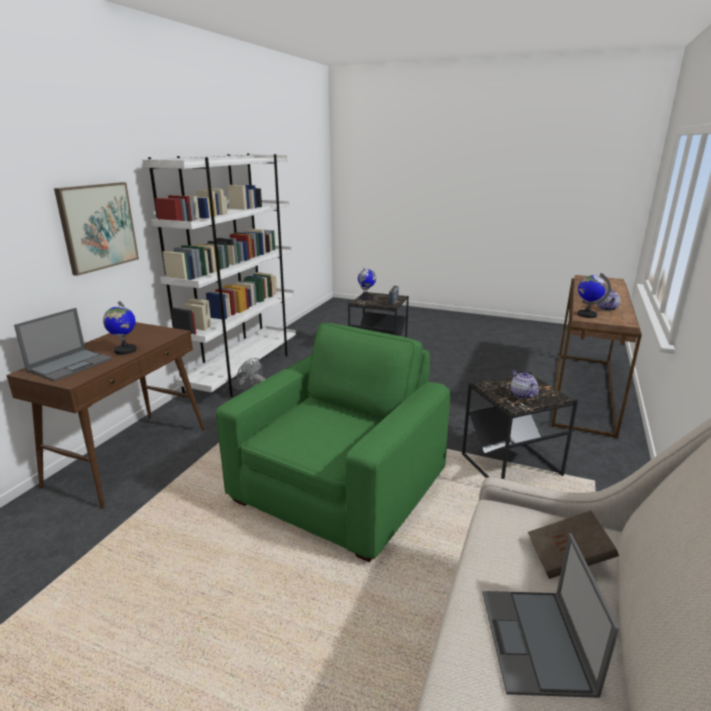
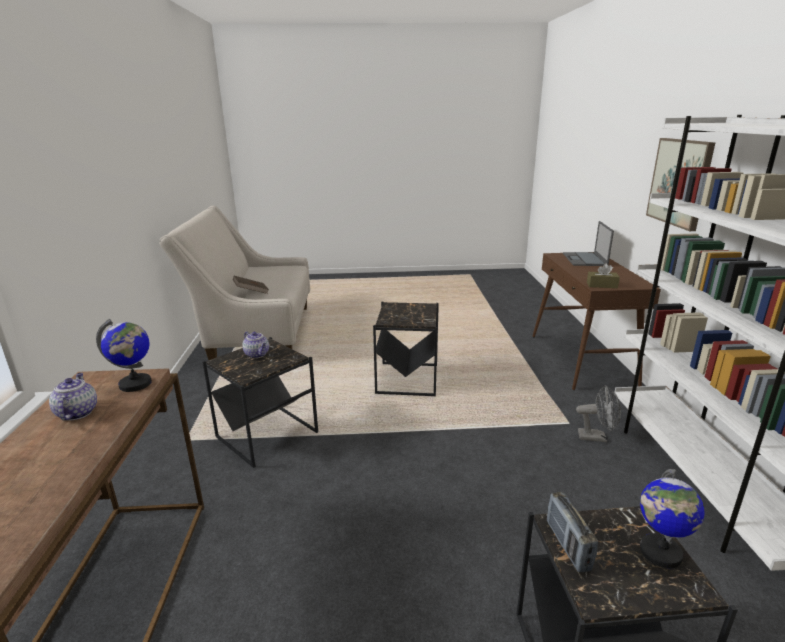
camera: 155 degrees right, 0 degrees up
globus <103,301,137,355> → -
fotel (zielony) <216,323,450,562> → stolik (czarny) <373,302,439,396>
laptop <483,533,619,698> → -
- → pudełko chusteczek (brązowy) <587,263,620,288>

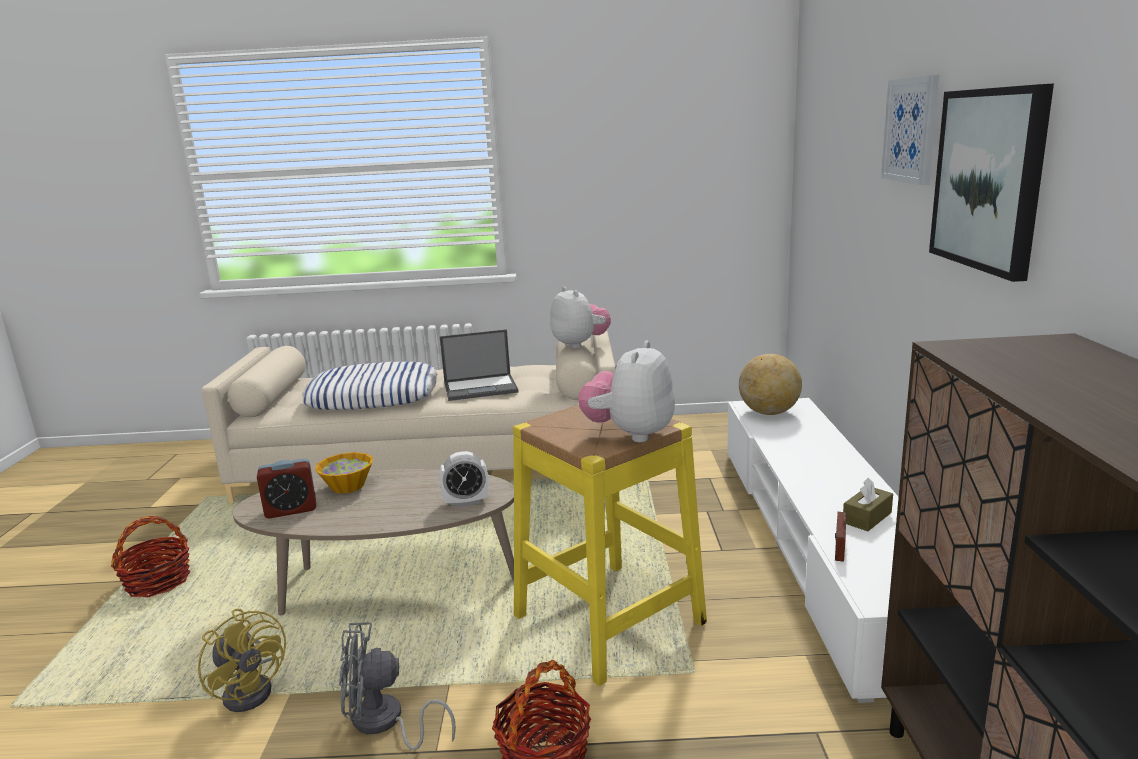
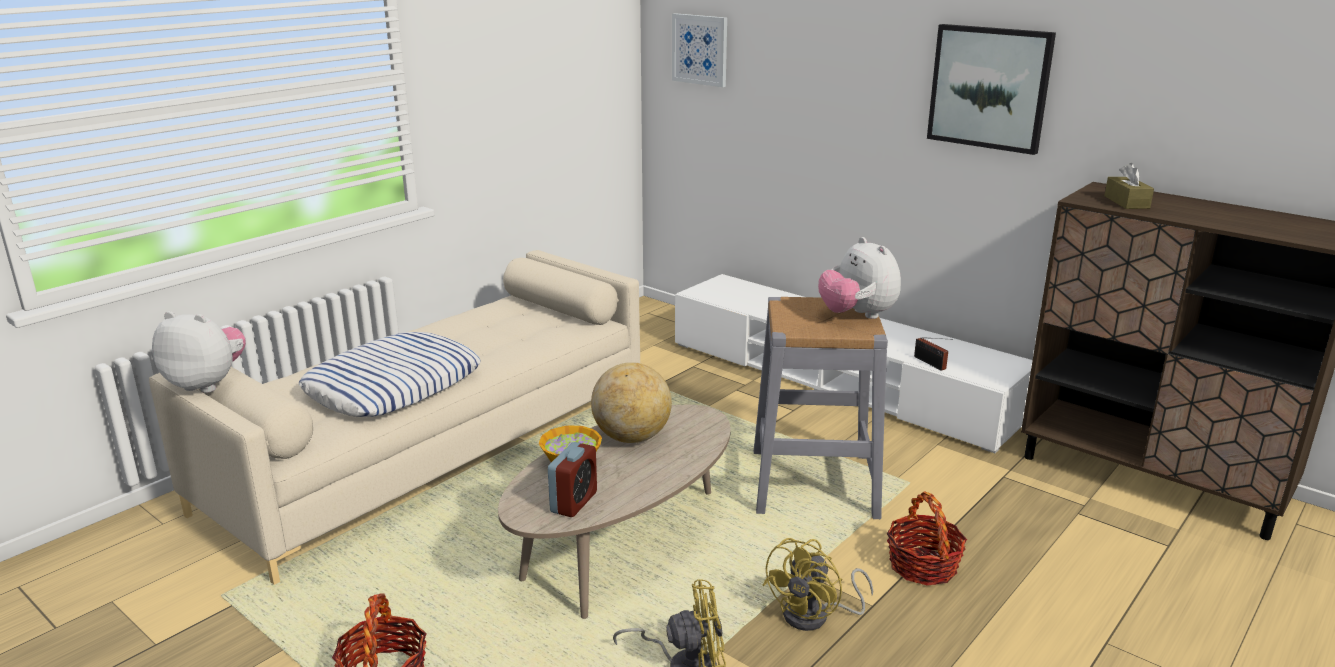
camera: 50 degrees left, 5 degrees up
wentylator (szary) <339,622,456,751> → wentylator (żółty) <762,538,873,631>
budzik <439,451,489,508> → -
laptop <440,329,518,401> → -
stołek (żółty) <513,405,707,686> → stołek (szary) <754,297,888,519>
pluszak <550,287,611,349> → pluszak <152,311,246,393>, moved
globus <739,354,802,415> → globus <591,362,672,443>, moved
pudełko chusteczek (brązowy) <843,477,893,531> → pudełko chusteczek (brązowy) <1104,163,1154,209>, moved
obraz <881,75,940,185> → obraz <672,13,727,87>, moved

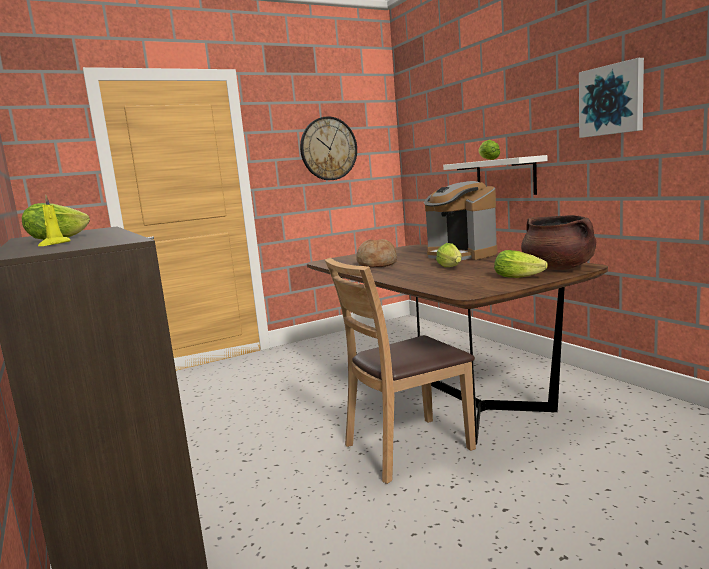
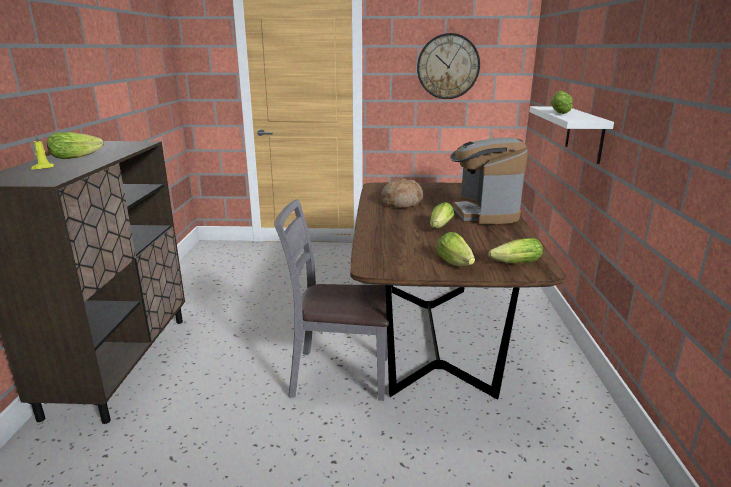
camera: 30 degrees right, 10 degrees up
krzesło (brązowy) <325,257,476,484> → krzesło (szary) <274,199,392,401>
garnek (brązowy) <521,215,596,270> → sałata <488,238,543,263>
obraz <579,58,644,138> → -

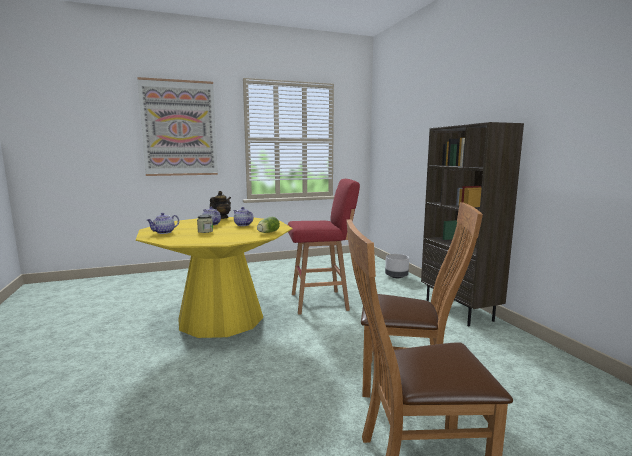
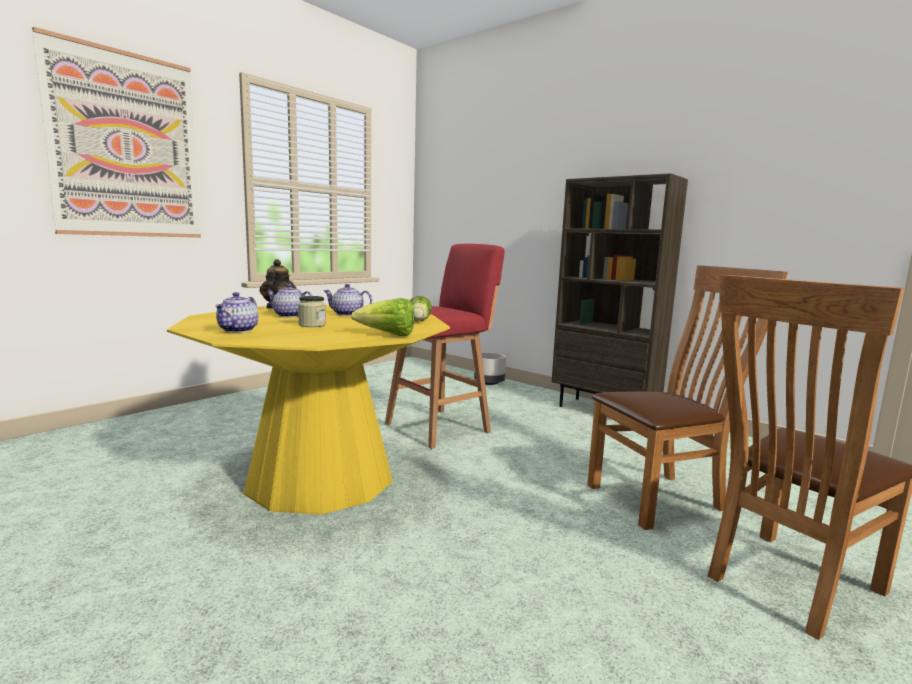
camera: 30 degrees left, 0 degrees up
- → sałata <351,298,414,336>

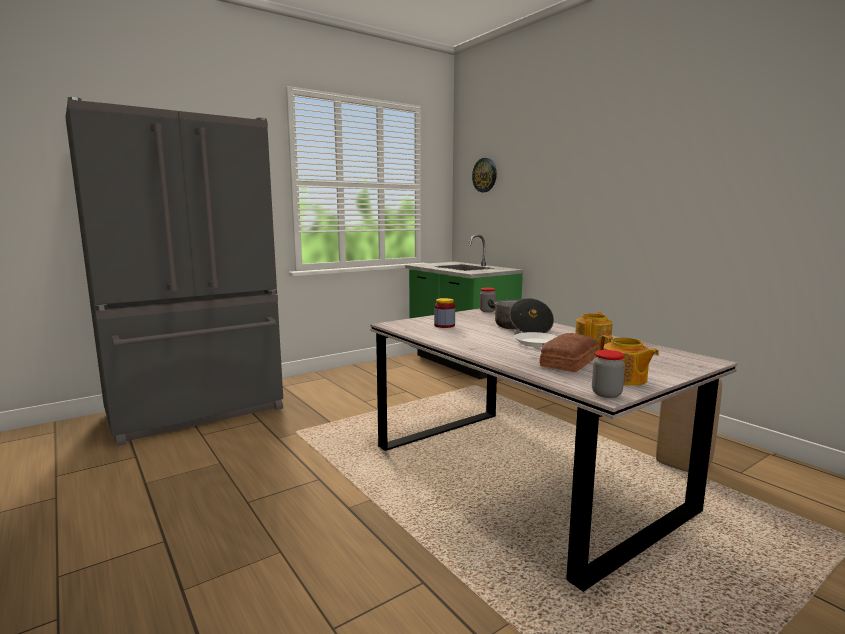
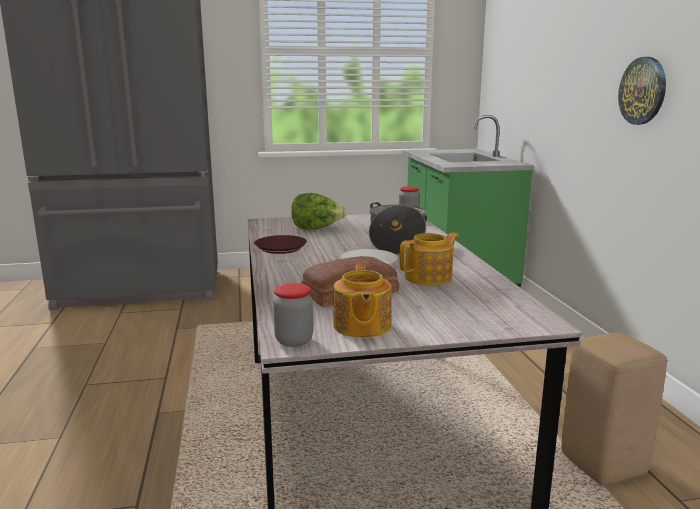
camera: 25 degrees right, 5 degrees up
słoik <434,298,455,328> → sałata <291,193,347,230>
zegar ścienny <472,158,497,192> → zegar ścienny <618,57,666,125>, moved
- → talerz (brązowy) <254,235,307,254>

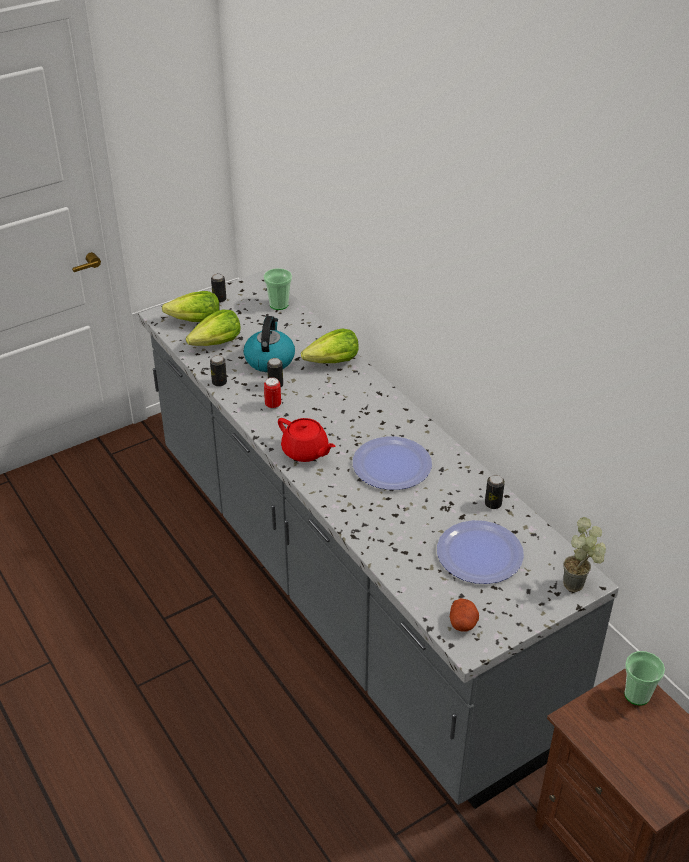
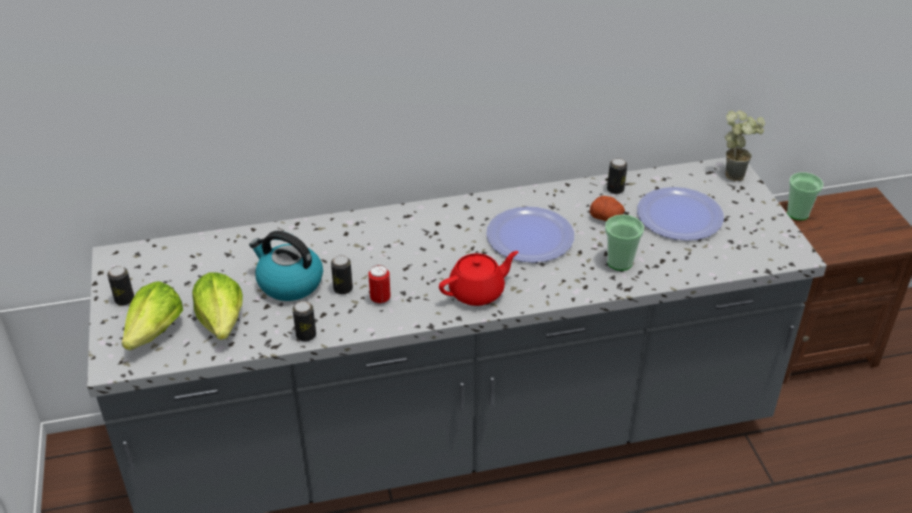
camera: 70 degrees left, 0 degrees up
filiżanka <264,268,292,310> → filiżanka <605,215,644,271>, moved
sałata <301,328,359,363> → -
ziemniak <450,598,479,631> → ziemniak <590,196,625,221>, moved

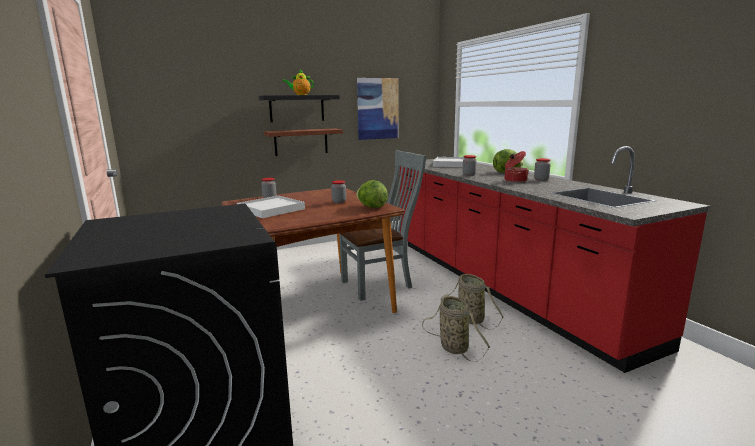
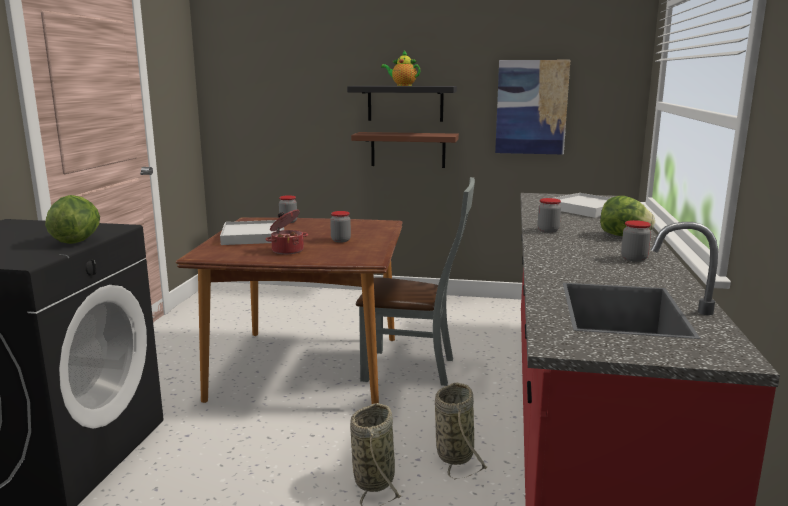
camera: 35 degrees right, 0 degrees up
sałata <356,180,388,208> → sałata <45,195,100,244>, moved
garnek <505,151,529,183> → garnek <266,210,308,254>, moved

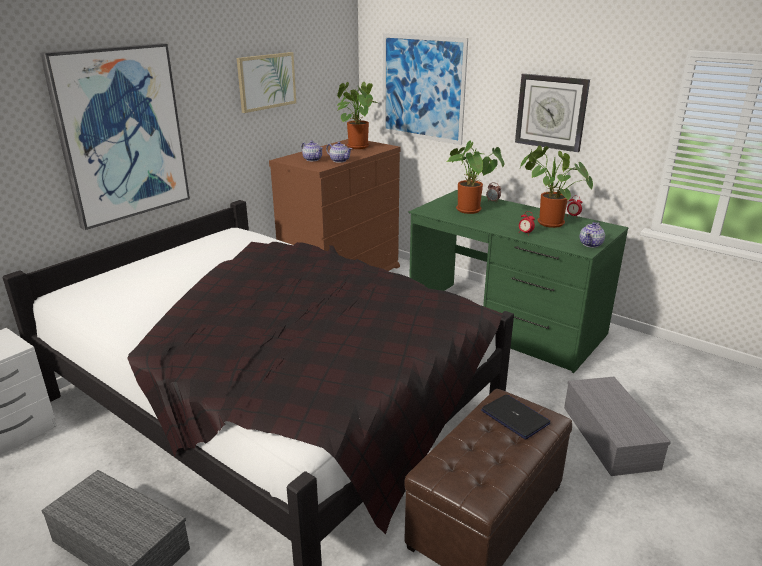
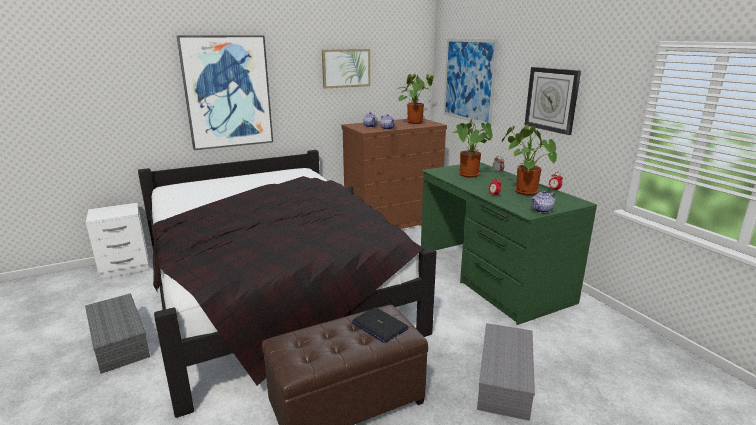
camera: 25 degrees right, 5 degrees down
laptop <481,394,550,439> → laptop <352,307,409,343>, 150 degrees clockwise

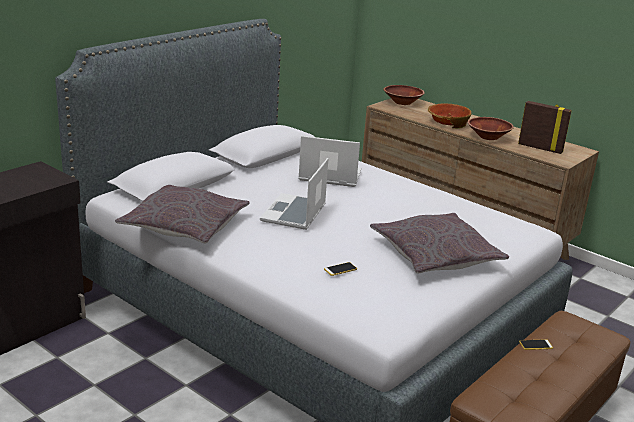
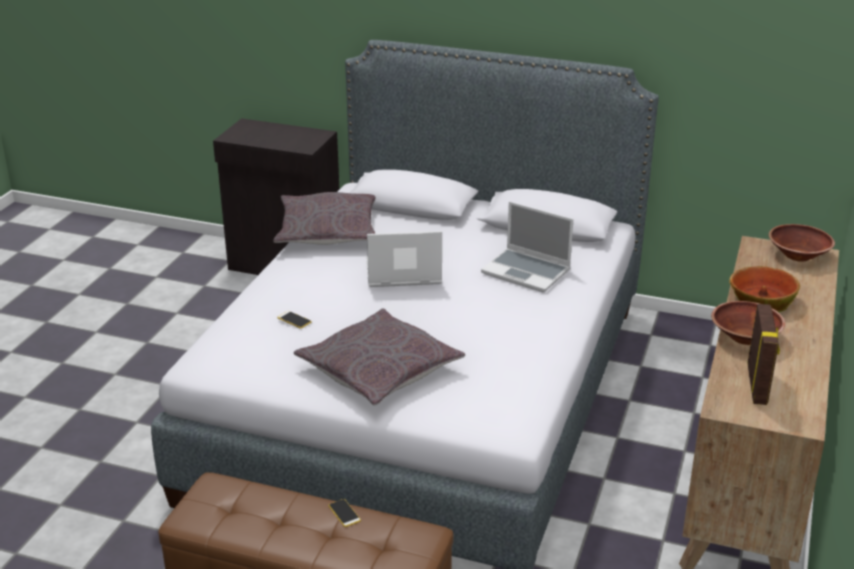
camera: 70 degrees right, 5 degrees up
laptop <298,136,361,187> → laptop <481,202,573,292>, 135 degrees clockwise

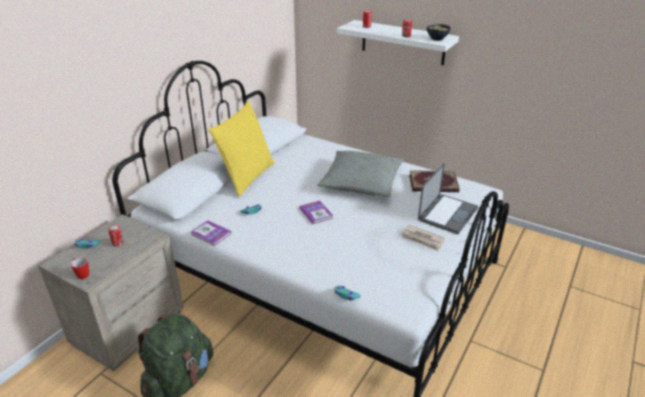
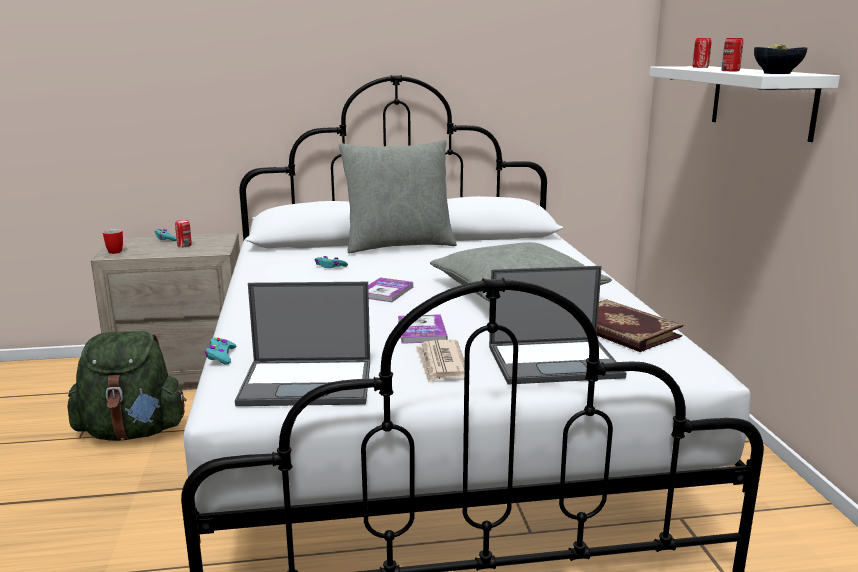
camera: 50 degrees right, 15 degrees down
książka <191,220,231,246> → książka <398,314,448,344>, moved
poduszka (żółty) <209,101,275,197> → poduszka (szary) <339,139,457,253>
- → laptop <235,282,370,406>

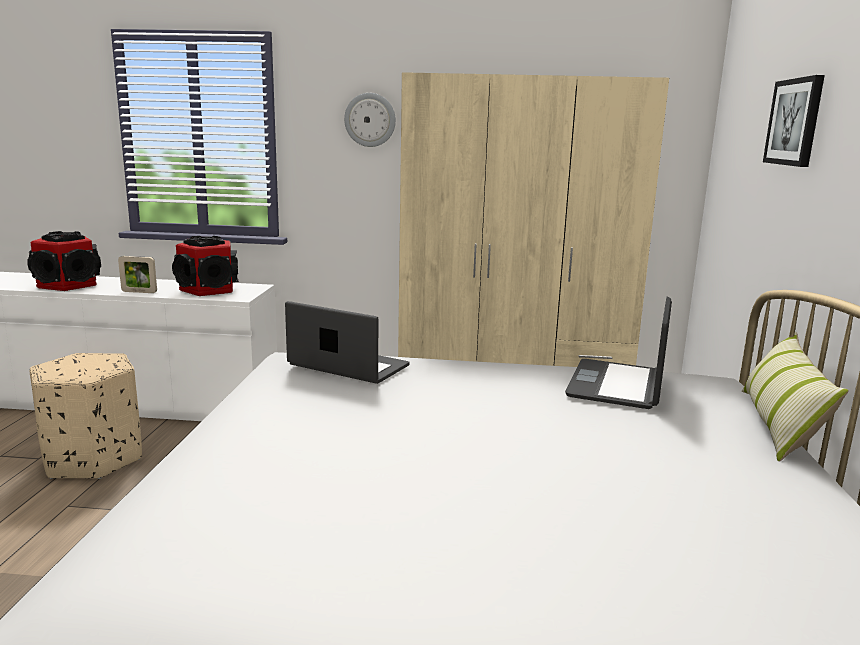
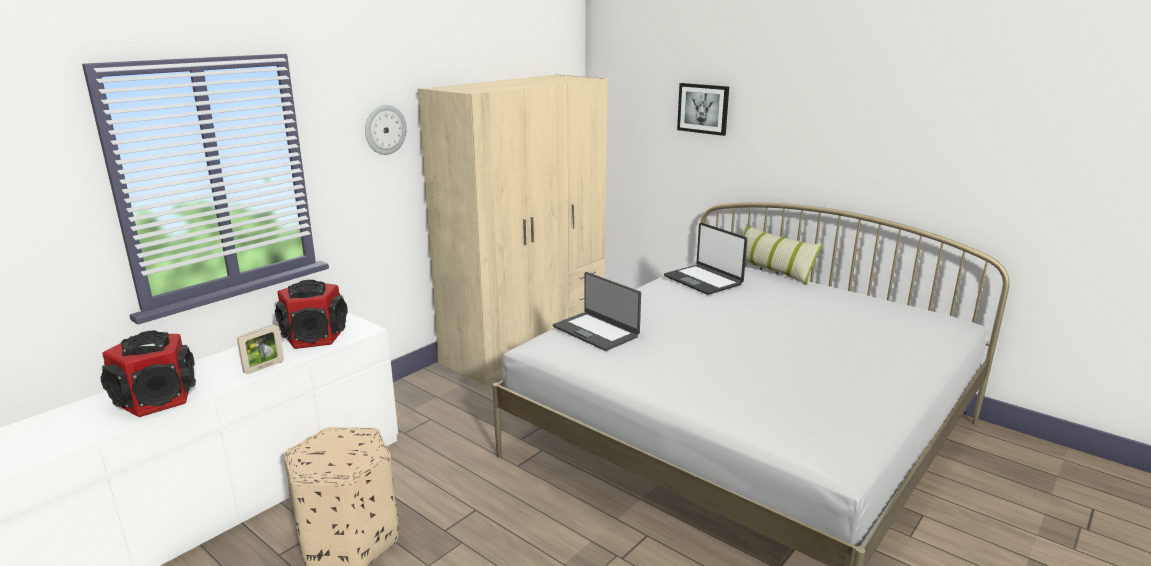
camera: 55 degrees left, 5 degrees up
laptop <285,301,410,384> → laptop <553,272,641,351>, 105 degrees counterclockwise

